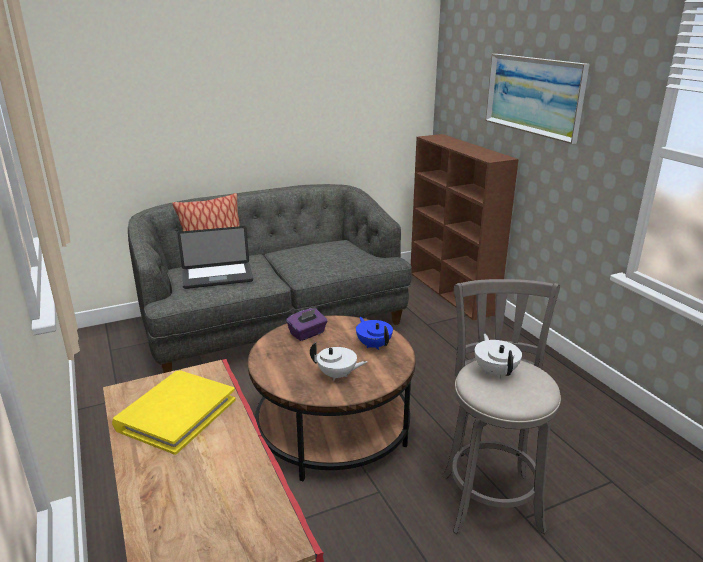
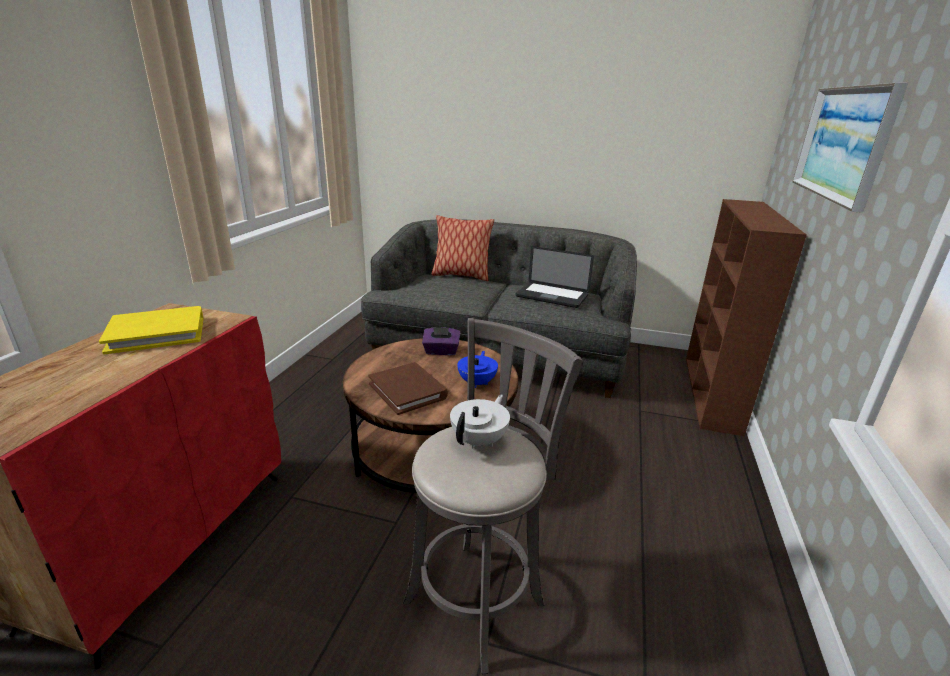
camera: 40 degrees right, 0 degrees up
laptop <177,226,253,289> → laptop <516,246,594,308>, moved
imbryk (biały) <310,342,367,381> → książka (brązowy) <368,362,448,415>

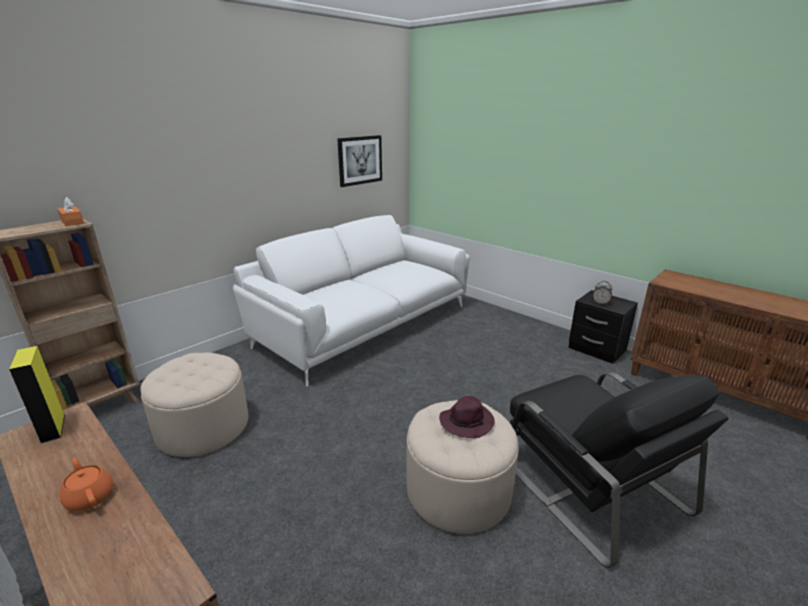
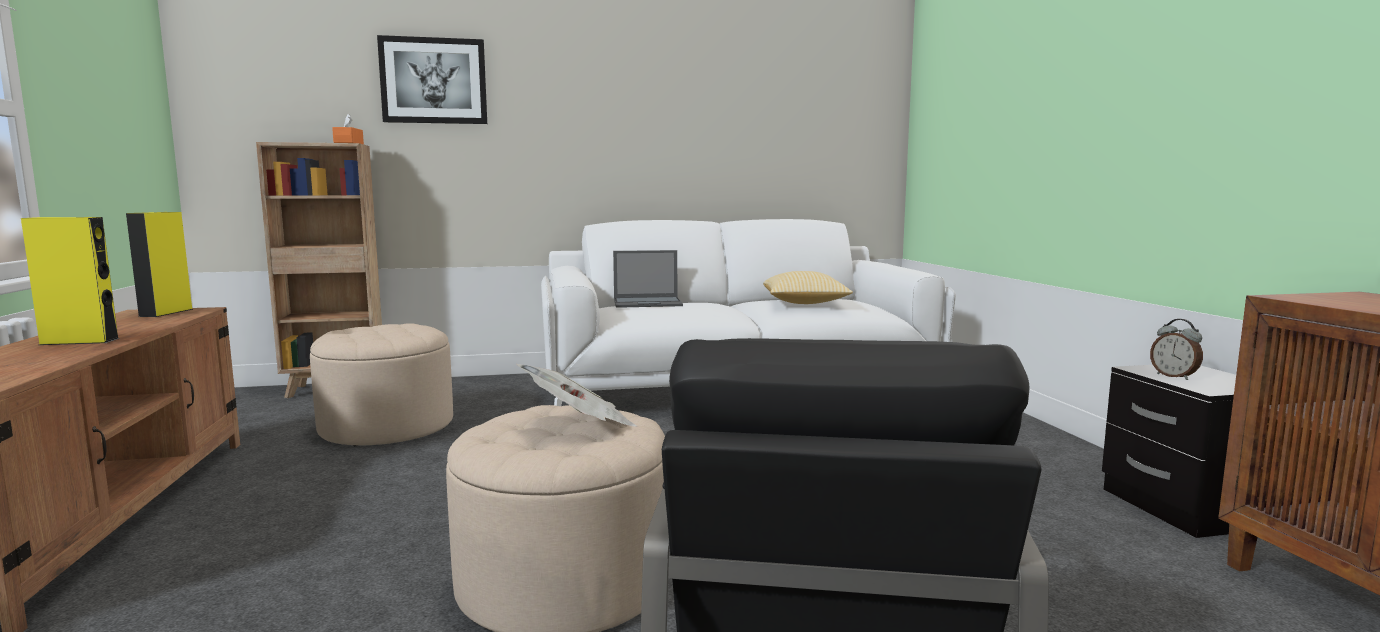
camera: 35 degrees right, 15 degrees down
imbryk (pomarańczowy) <60,457,113,511> → głośnik (żółty) <21,217,120,345>
obraz <337,135,382,187> → obraz <377,35,487,124>, moved
kapelusz (fioletowy) <439,396,495,438> → gazeta <517,364,639,427>
- → laptop <613,250,683,308>
- → poduszka <763,271,853,304>

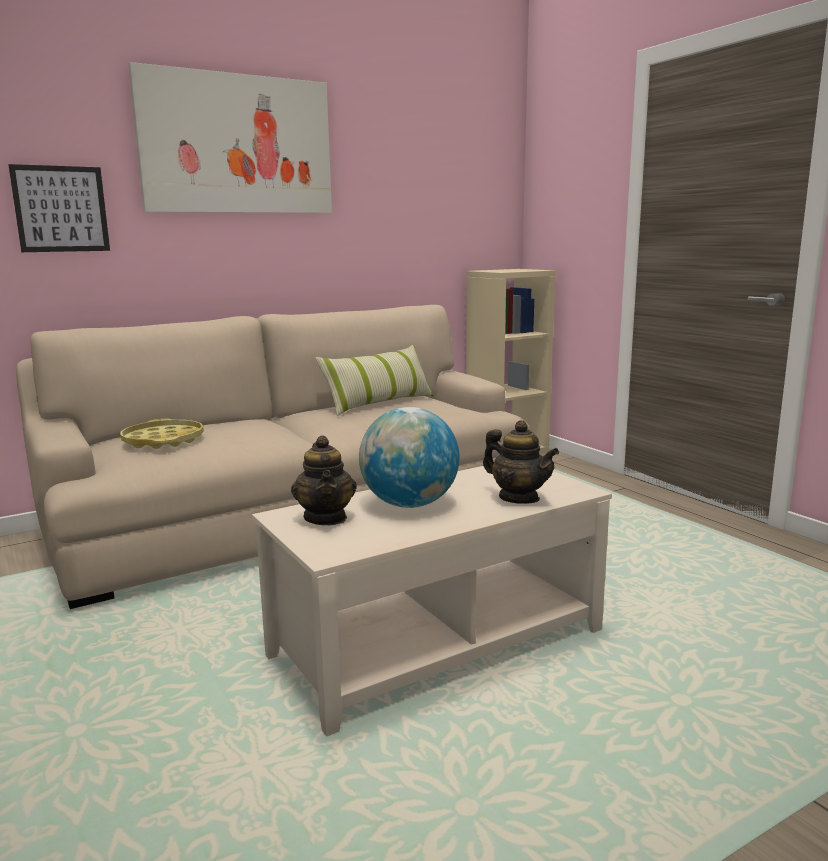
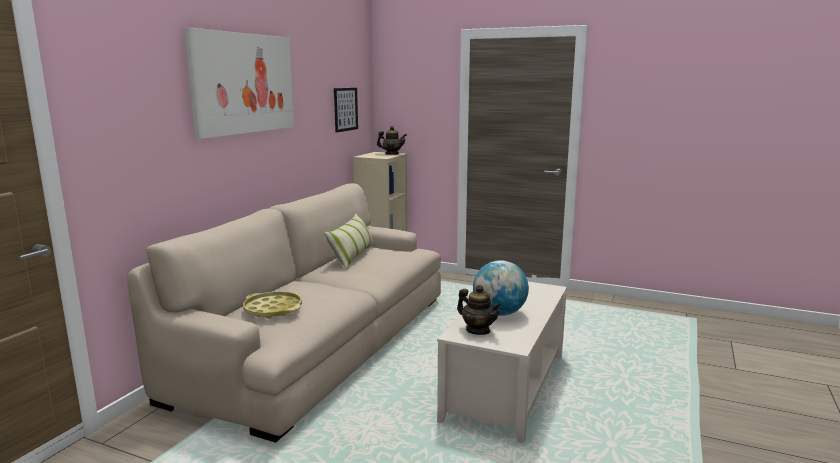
camera: 35 degrees left, 0 degrees up
obraz <8,164,110,252> → obraz <334,88,358,132>, moved
imbryk <483,420,559,504> → imbryk <377,126,407,155>, moved

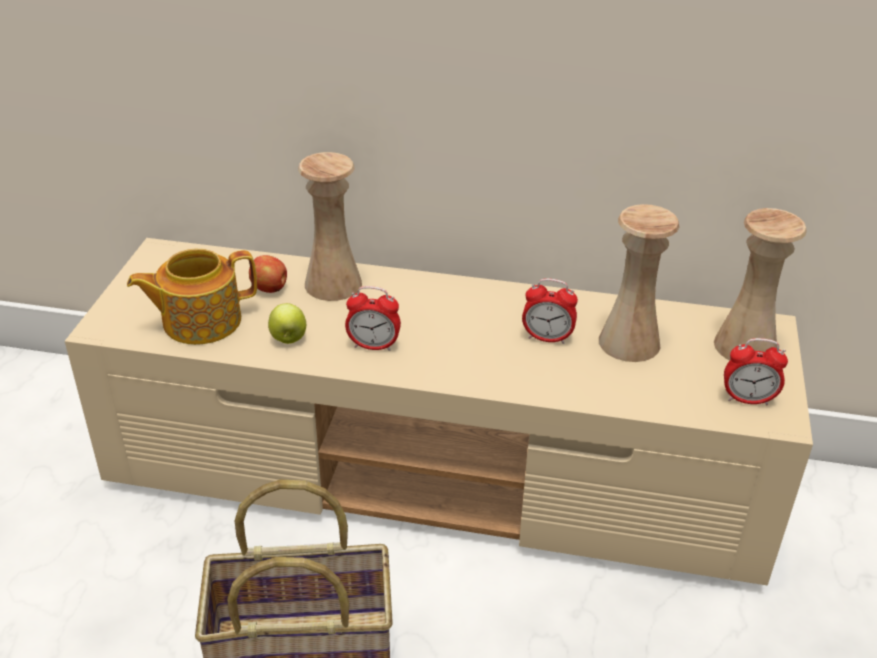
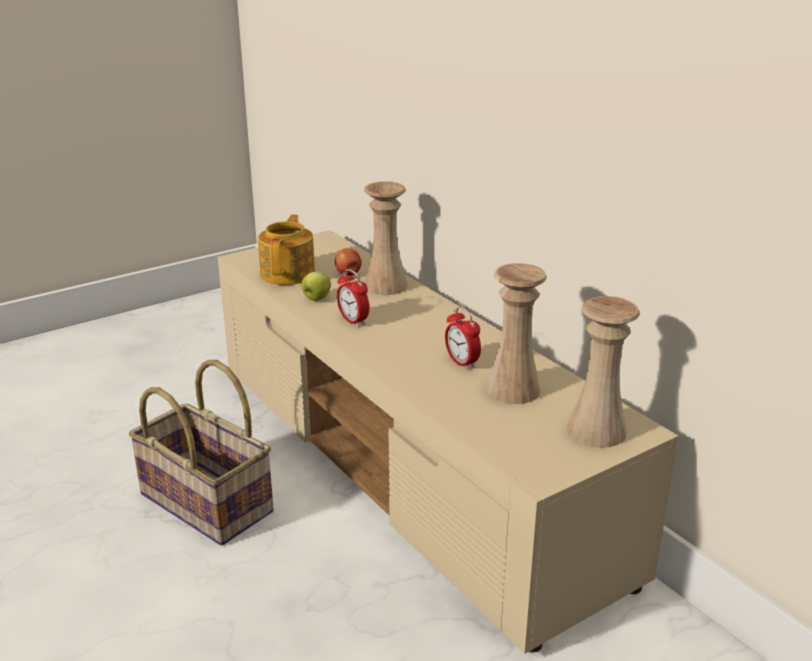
camera: 45 degrees right, 10 degrees down
imbryk <127,249,257,345> → imbryk <258,215,315,285>, 75 degrees clockwise
budzik <724,338,788,405> → -

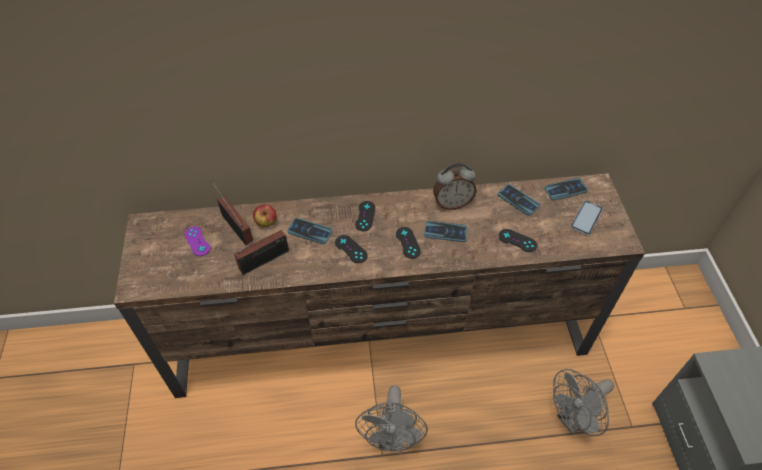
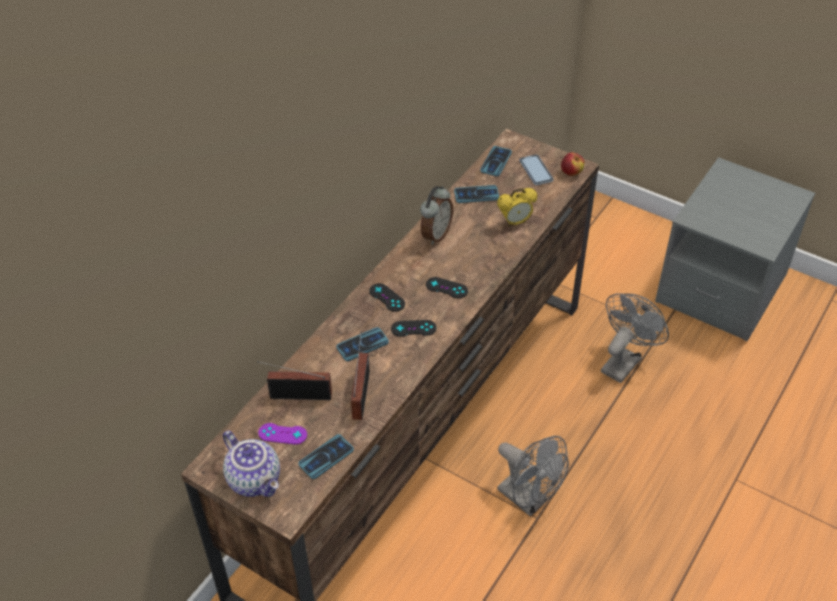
camera: 50 degrees left, 5 degrees down
jabłko <253,204,276,227> → jabłko <561,152,585,176>, moved
telefon <424,221,468,242> → telefon <298,434,354,479>, moved
pad do gier (czarny) <499,229,537,252> → budzik <497,188,537,227>
wentylator (szary) <553,369,614,436> → wentylator (szary) <601,293,669,383>, 150 degrees counterclockwise
- → imbryk <223,430,280,497>

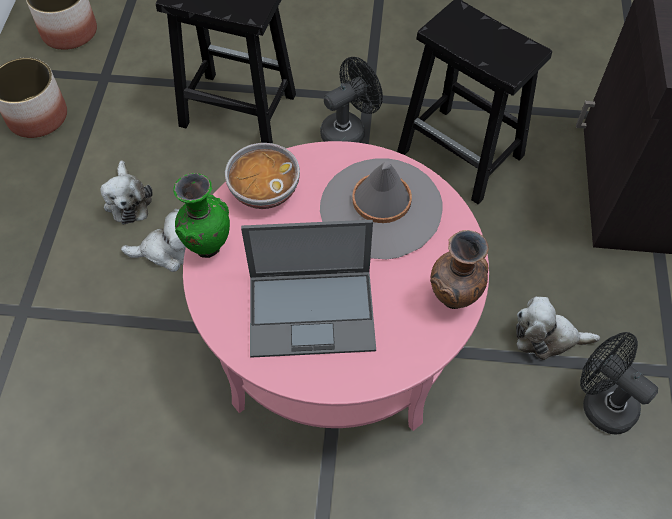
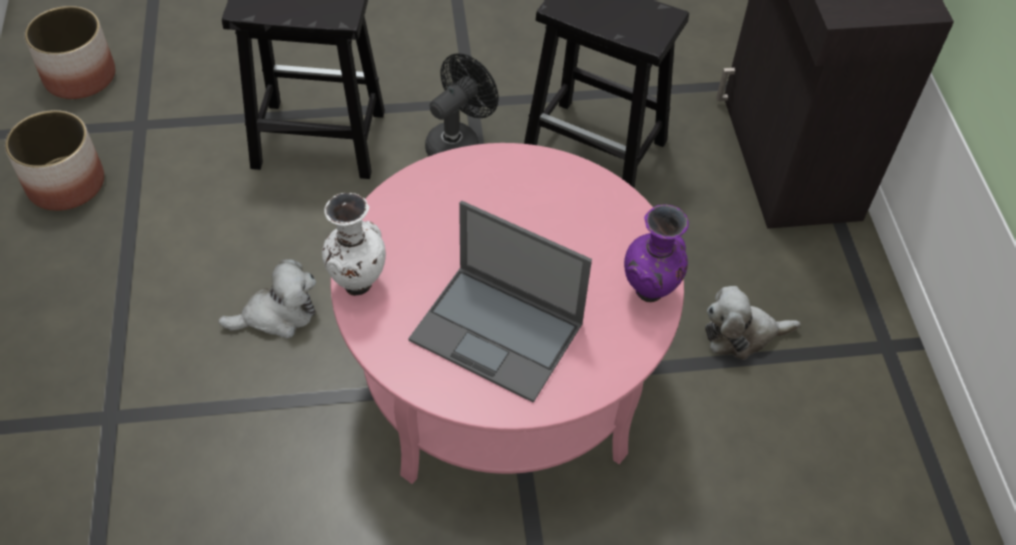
camera: 15 degrees left, 5 degrees down
pluszak <100,160,153,224> → -
wazon (zielony) <174,173,230,258> → wazon (biały) <322,193,386,296>
miska <225,143,300,209> → -
laptop <241,220,376,358> → laptop <408,200,592,403>, 45 degrees clockwise
kapelusz (szary) <320,158,443,259> → -
wazon (brązowy) <430,230,489,309> → wazon (fioletowy) <624,205,689,302>
wentylator (czarny) <580,332,658,435> → -

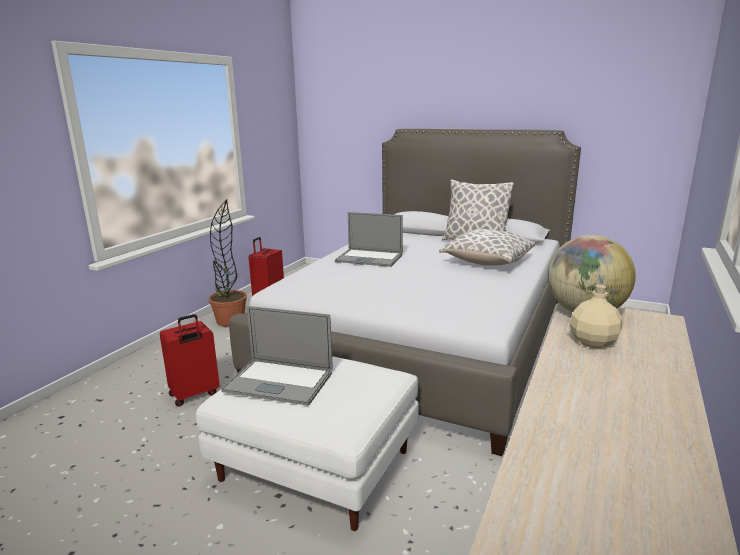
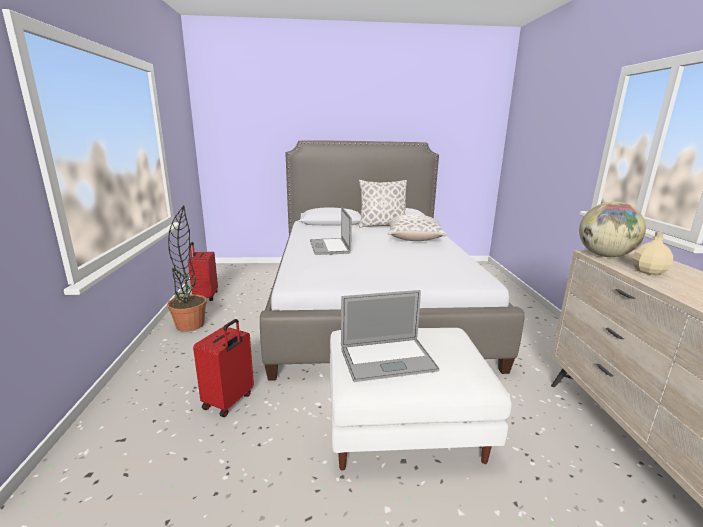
camera: 30 degrees left, 0 degrees up
laptop <335,212,403,267> → laptop <310,207,352,255>, 90 degrees clockwise

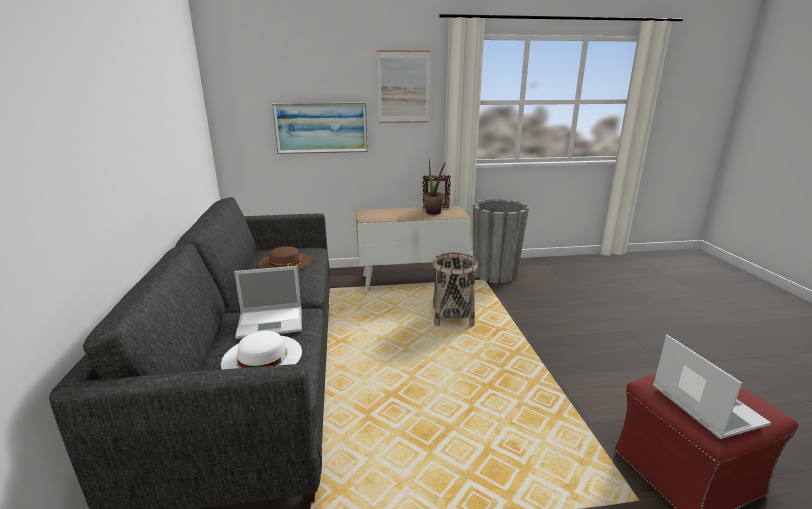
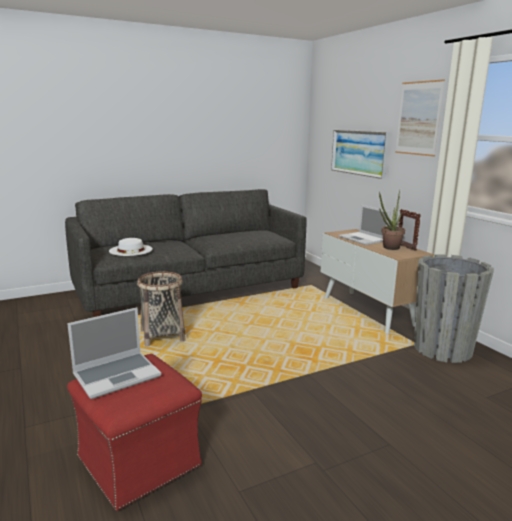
camera: 70 degrees right, 5 degrees down
laptop <234,266,302,339> → laptop <339,205,390,245>, moved
kapelusz (brązowy) <258,246,312,270> → -
koszyk <433,252,478,326> → koszyk <137,271,185,346>, moved

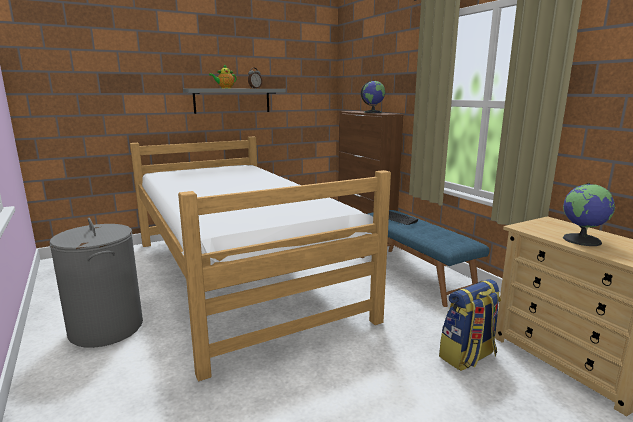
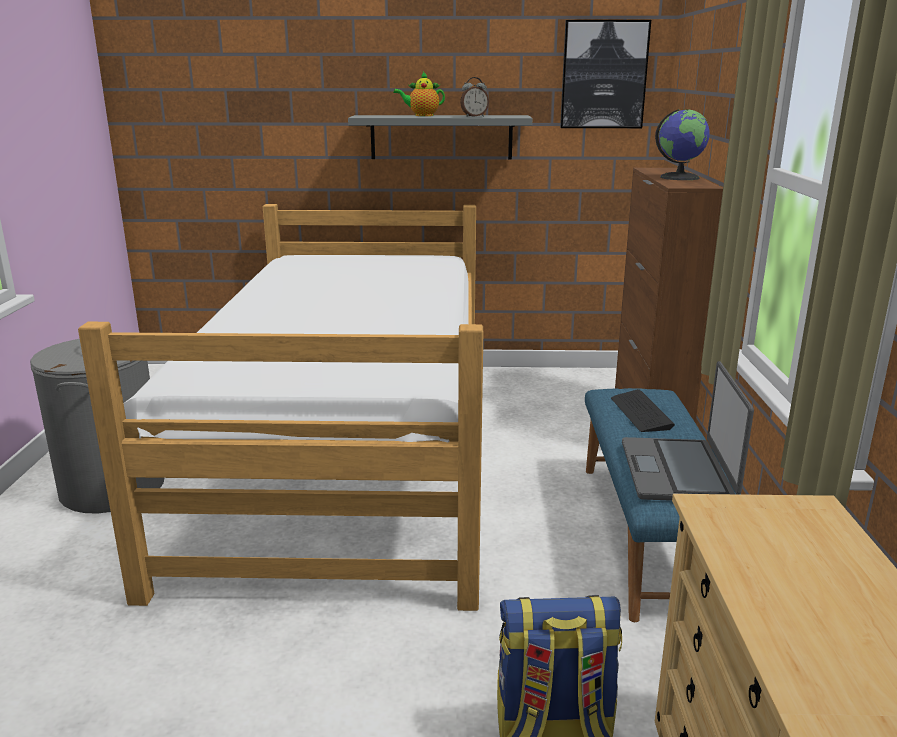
camera: 30 degrees right, 5 degrees up
globus <563,183,615,246> → -
- → obraz <560,20,651,128>
- → laptop <622,361,754,501>

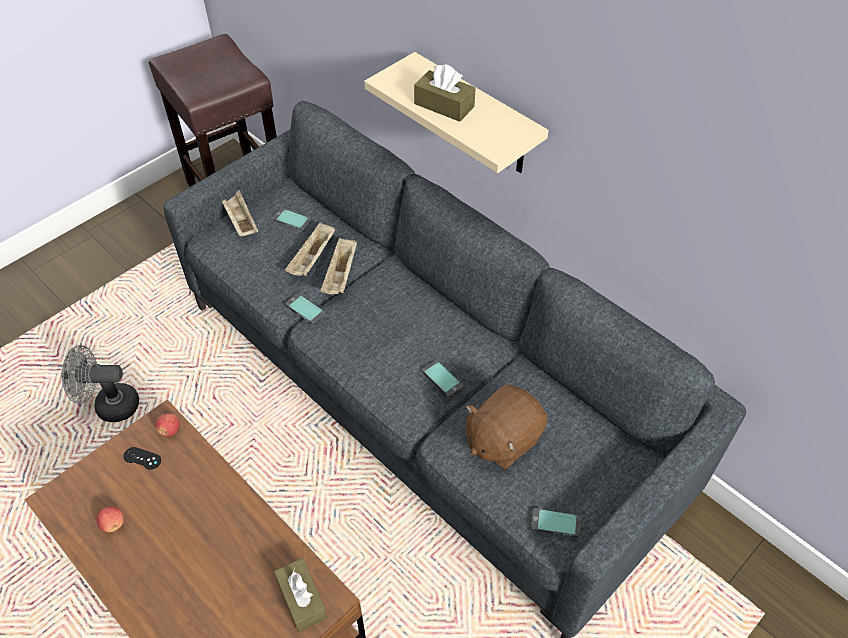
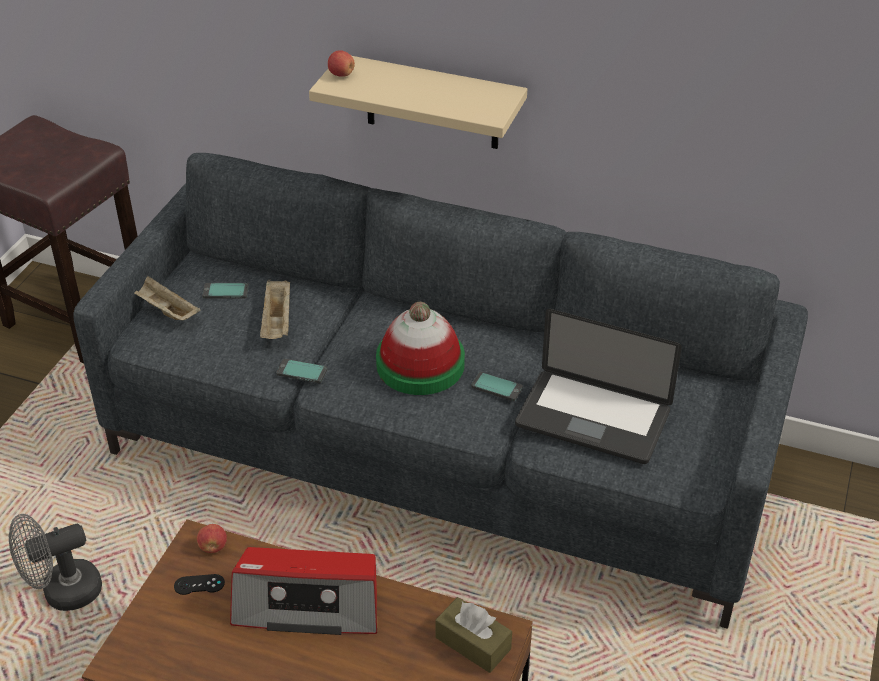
camera: 25 degrees left, 10 degrees down
jabłko <97,507,124,532> → jabłko <328,50,355,77>, moved
taca (beżowy) <320,238,357,294> → -
pudełko chusteczek (brązowy) <414,64,475,122> → -
pluszak (brązowy) <466,384,548,469> → laptop <515,309,682,464>
telefon <531,508,580,537> → -
- → radio <230,547,377,635>
- → kapelusz <376,302,465,395>

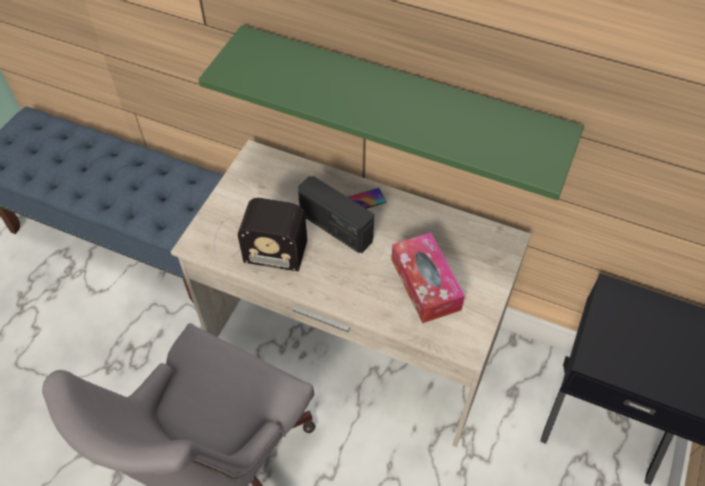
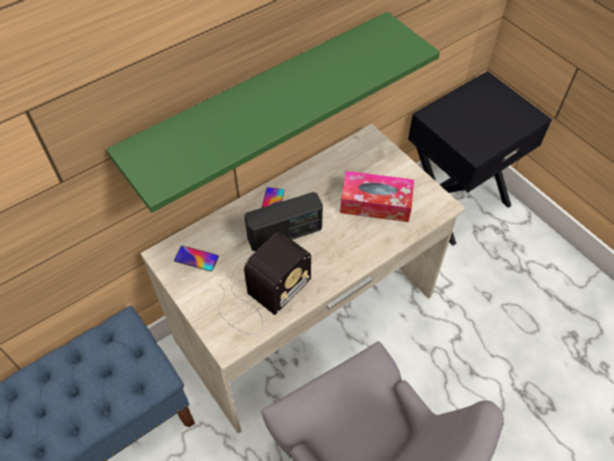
camera: 60 degrees left, 0 degrees up
- → telefon <174,246,219,271>

